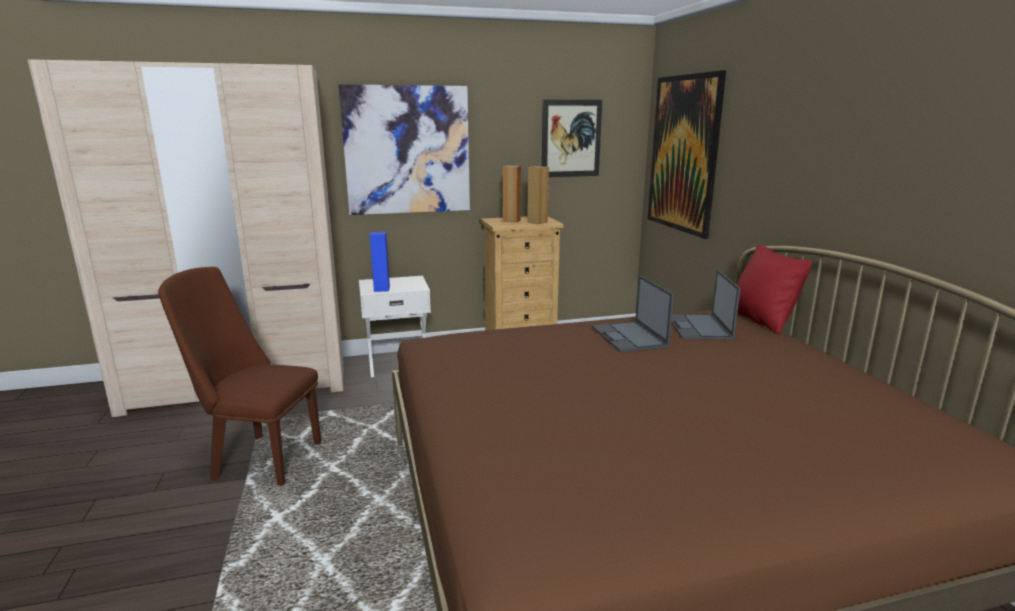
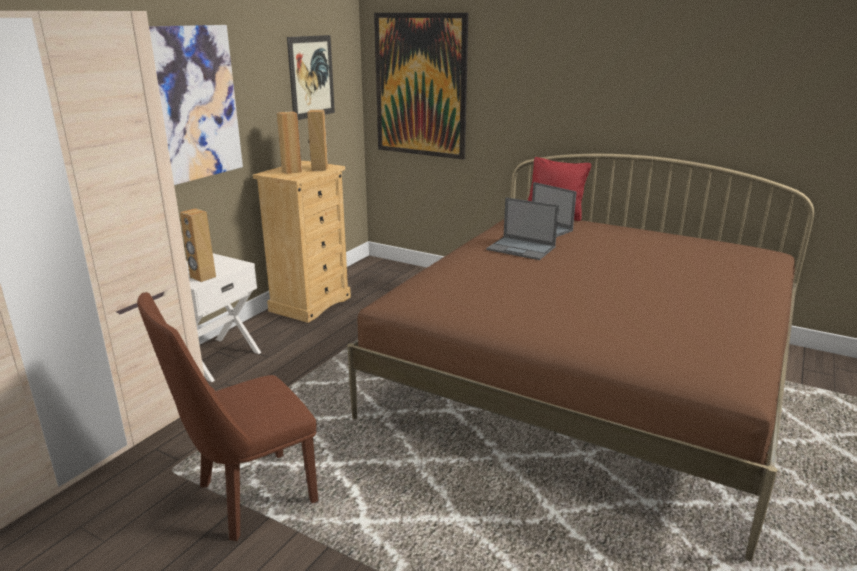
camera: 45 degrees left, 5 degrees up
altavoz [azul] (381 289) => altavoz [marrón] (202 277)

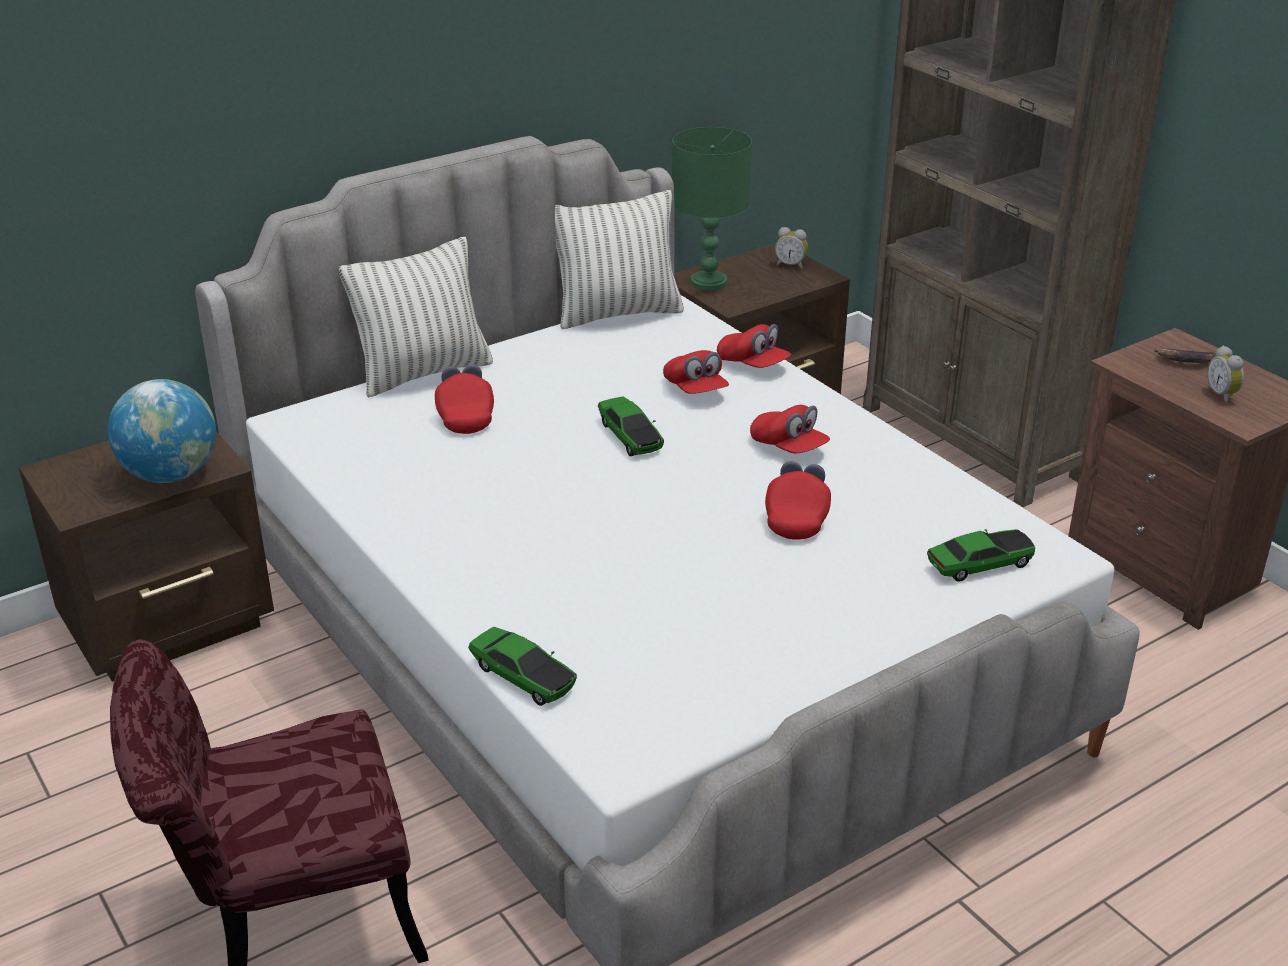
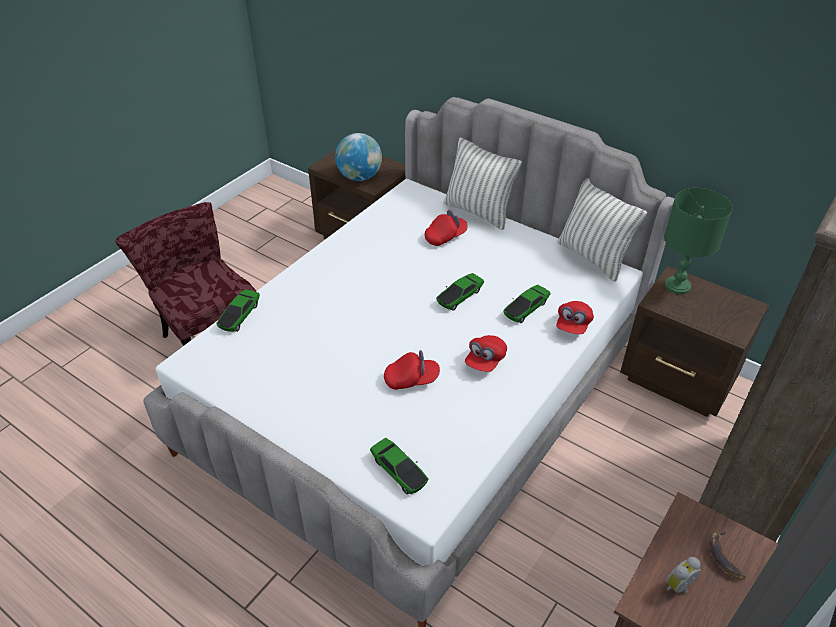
camera: 70 degrees right, 10 degrees up
despertador (791 265) => nothing
gorra [rojo] (695 389) => coche de juguete (526 309)

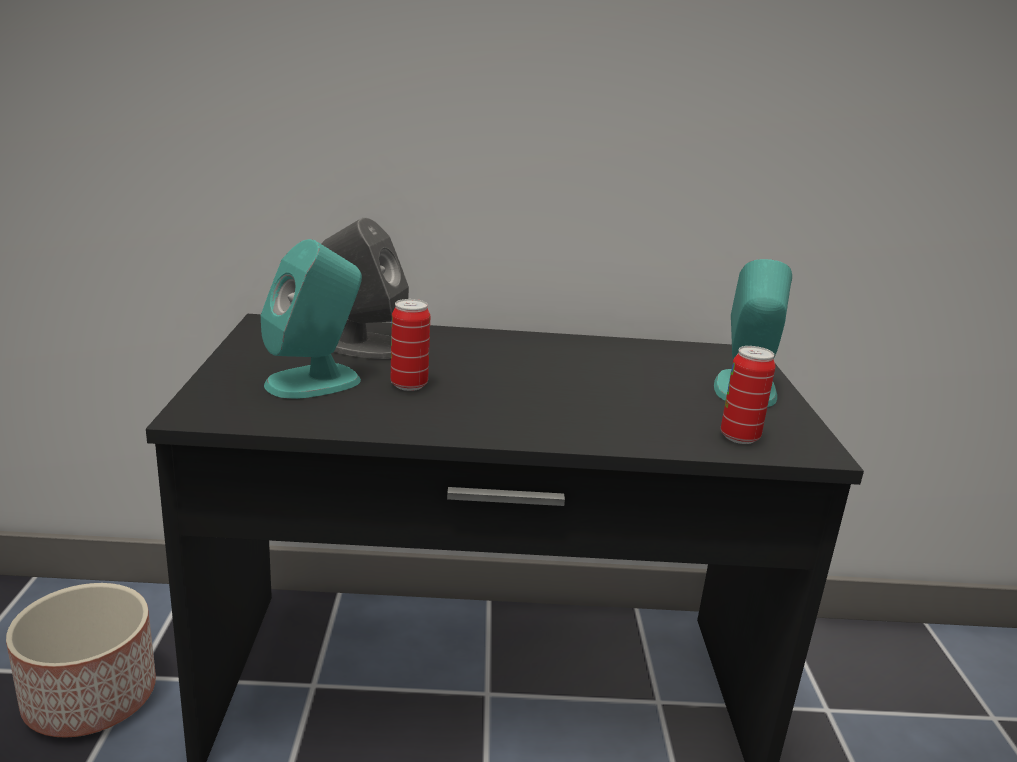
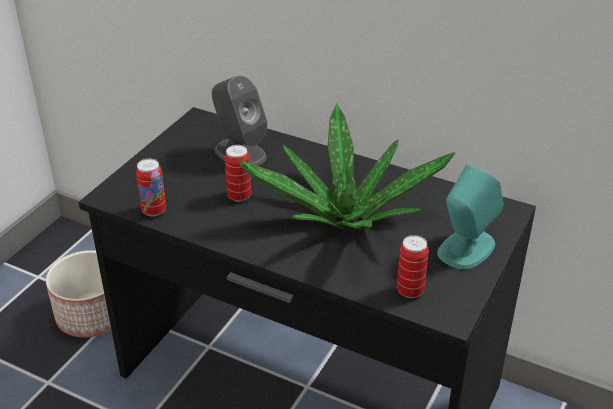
camera: 30 degrees right, 15 degrees up
altavoz [turquesa] (314 382) => nothing
nothing => planta en maceta (346 218)
nothing => lata (154 210)

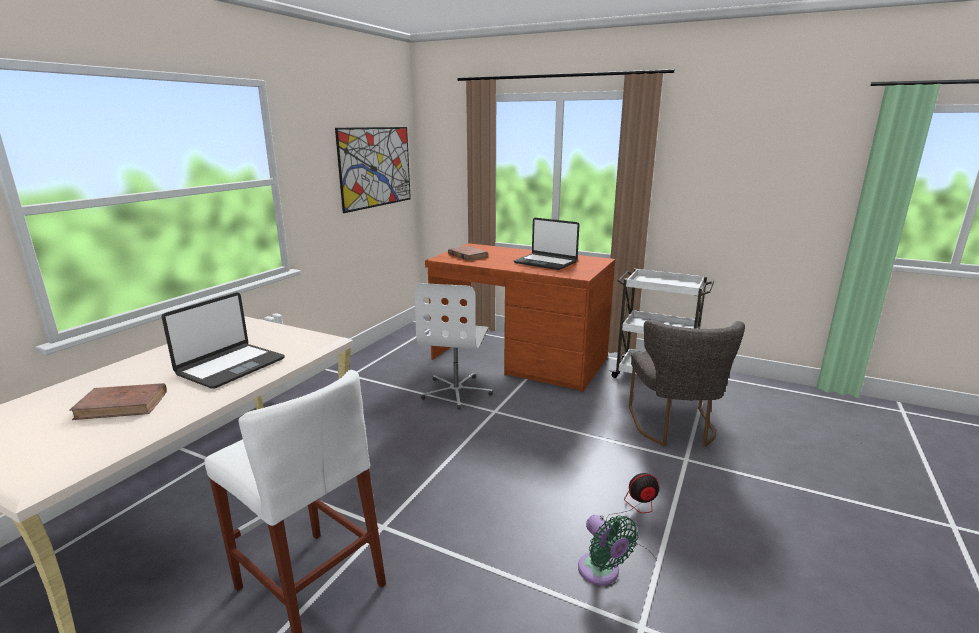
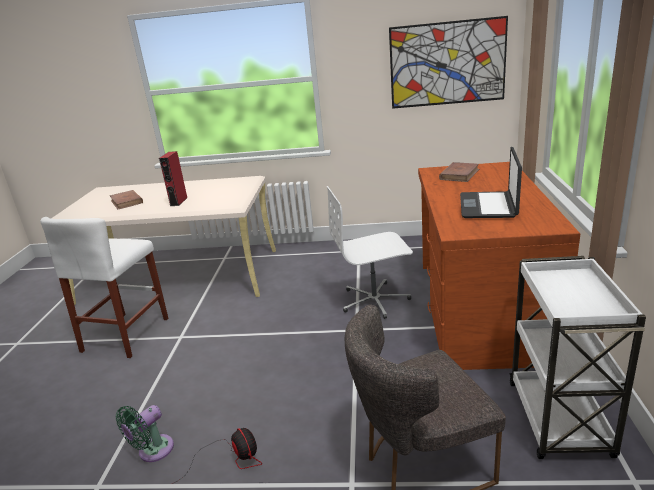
camera: 70 degrees right, 5 degrees up
portátil (230 366) => altavoz [rojo] (178 201)

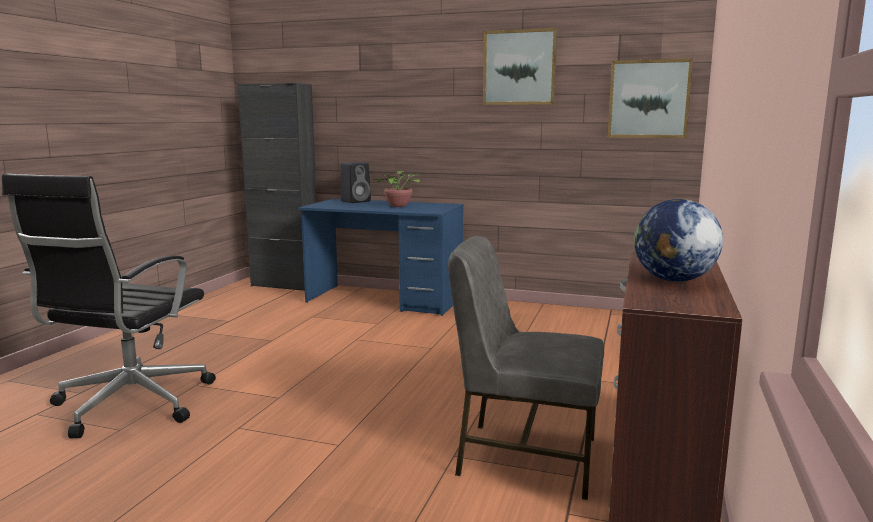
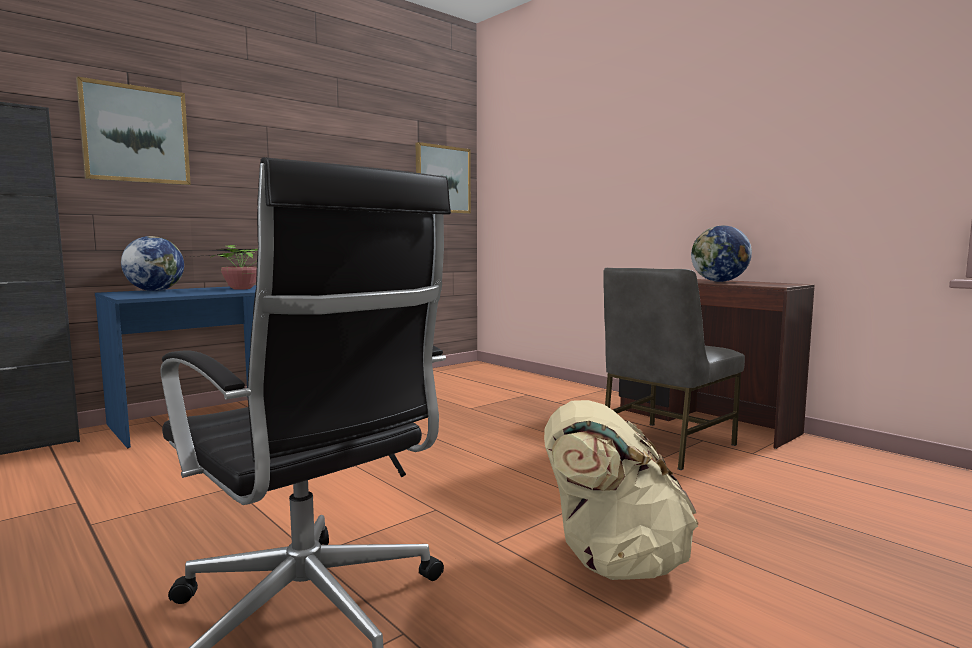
camera: 60 degrees left, 5 degrees down
cuadro (519 67) => cuadro (135 134), shifted
altavoz [negro] (356 201) => globo terráqueo (155 291)
nothing => mochila [beis] (612 562)

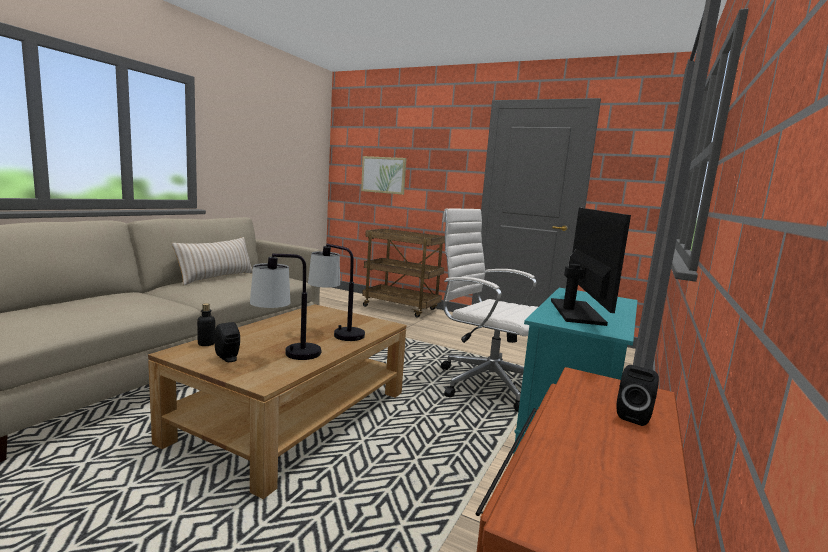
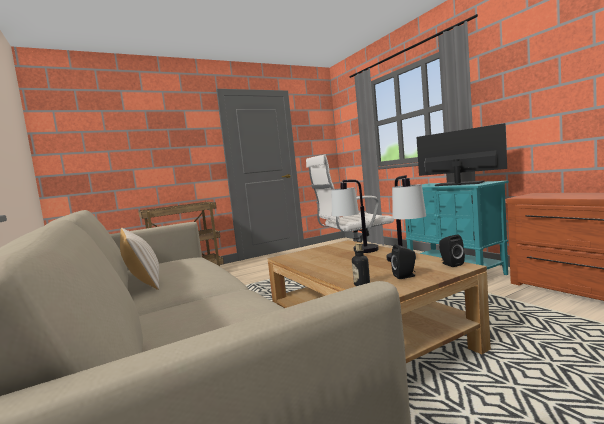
camera: 55 degrees left, 5 degrees down
cuadro (383 175) => nothing
altavoz [negro] (634 416) => altavoz [negro] (450 264), shifted

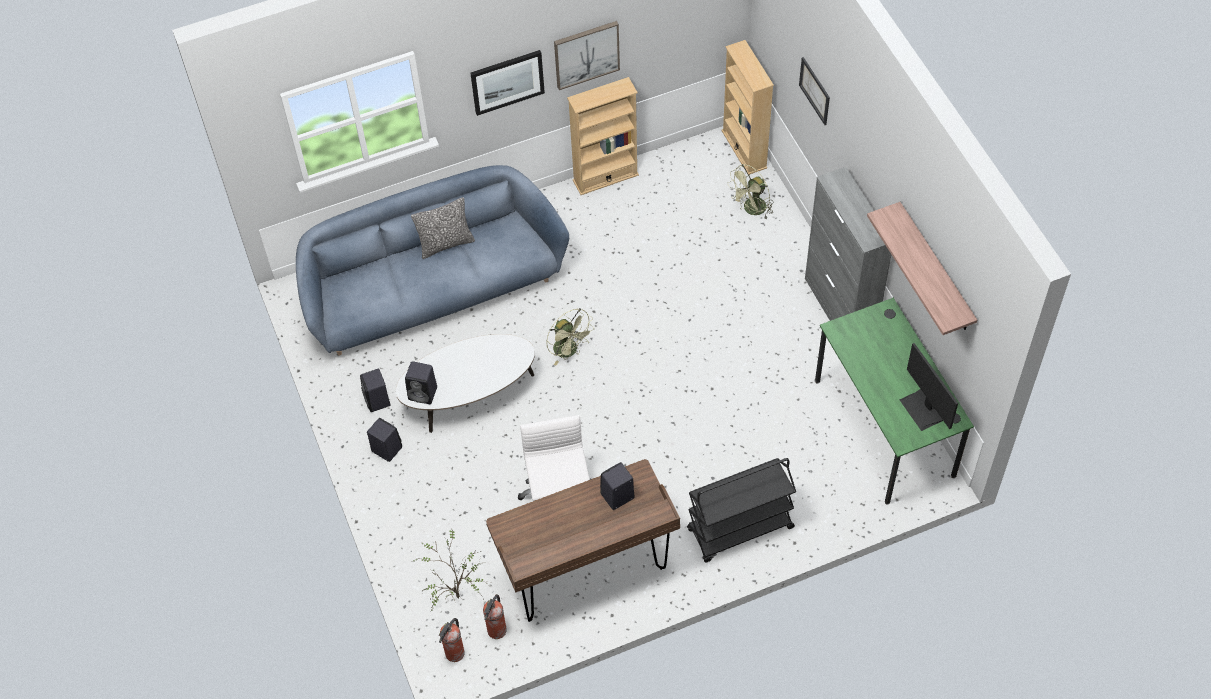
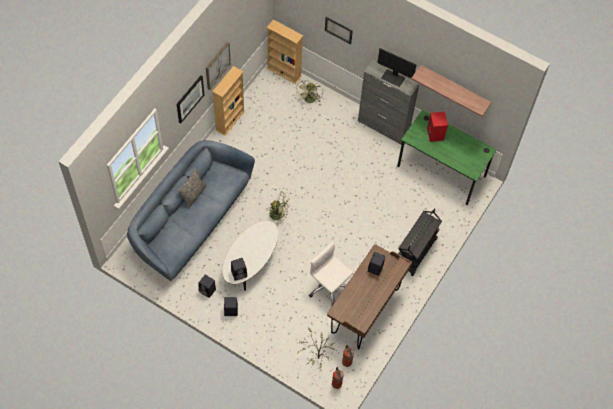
camera: 40 degrees left, 5 degrees up
monitor (922 410) => monitor (393 77), shifted
nothing => altavoz [rojo] (435 134)

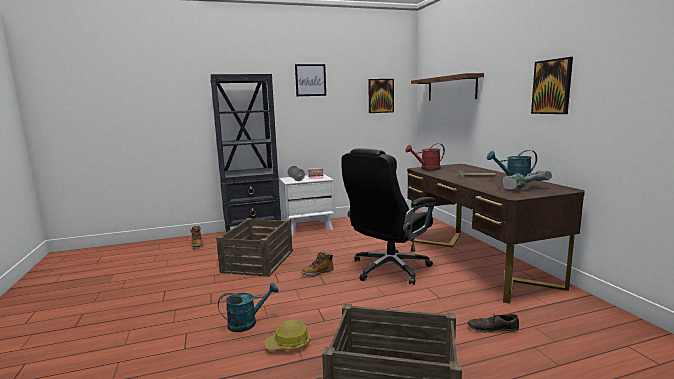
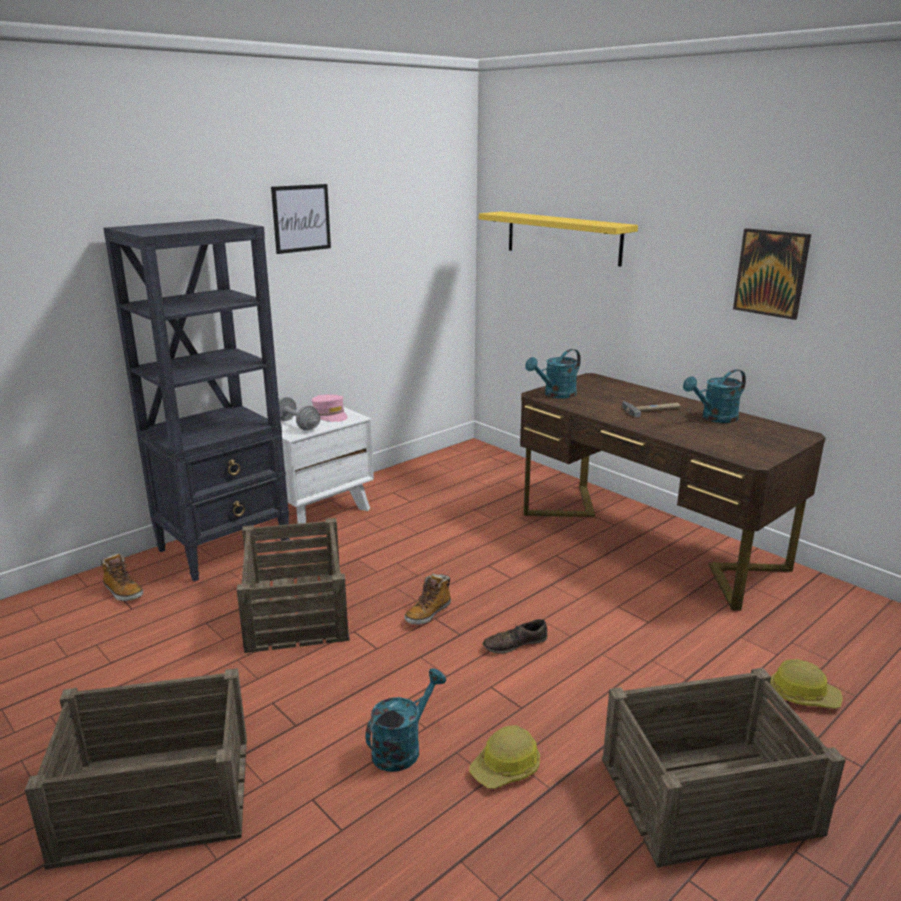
camera: 25 degrees left, 10 degrees up
estante [marrón] (451 88) => estante [amarillo] (563 237)
cuadro (380 96) => nothing
regadera [rojo] (427 169) => regadera [turquesa] (555 395)
silla de oficina [negro] (389 269) => nothing
taladro (523 188) => nothing
zapato [marrón] (492 328) => zapato [marrón] (514 644), shifted
nothing => casco (803 695)
nothing => caja de embalaje (155 796)

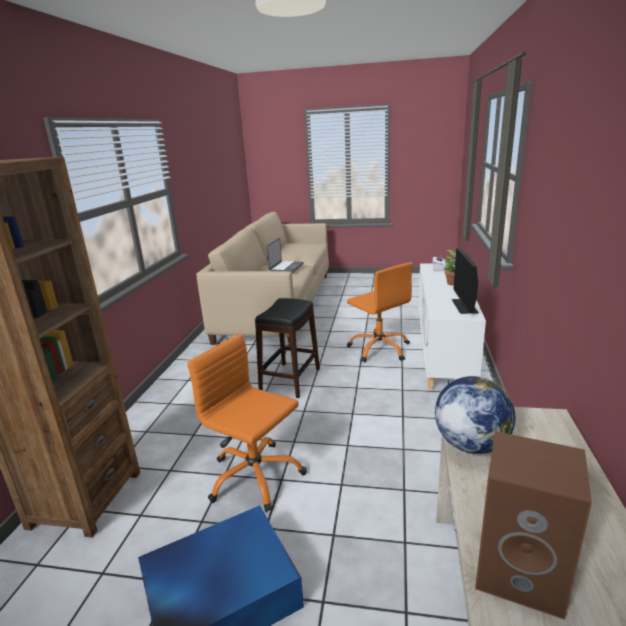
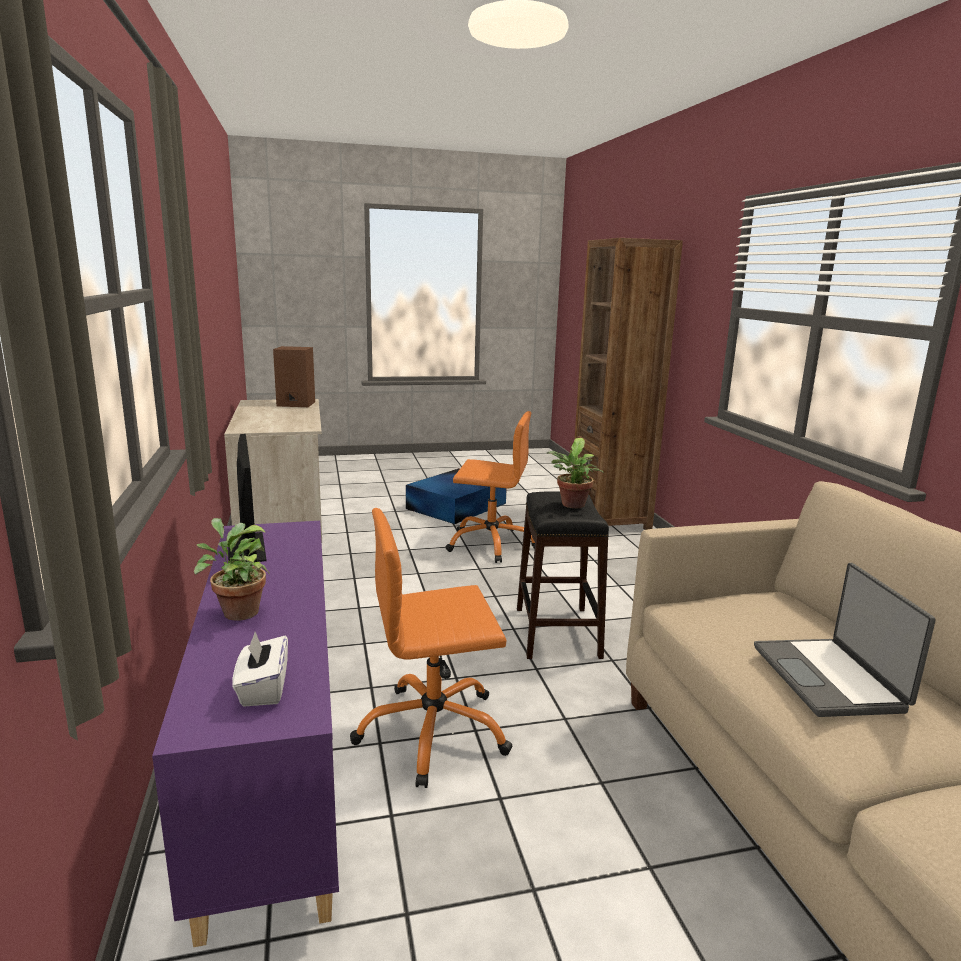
camera: 155 degrees right, 5 degrees down
silla de oficina [naranja] (379 349) => silla de oficina [naranja] (433 732), 45 degrees counterclockwise
armario [blanco] (443 350) => armario [morado] (274 755)
globo terráqueo (470 444) => nothing
nothing => planta en maceta (572 505)

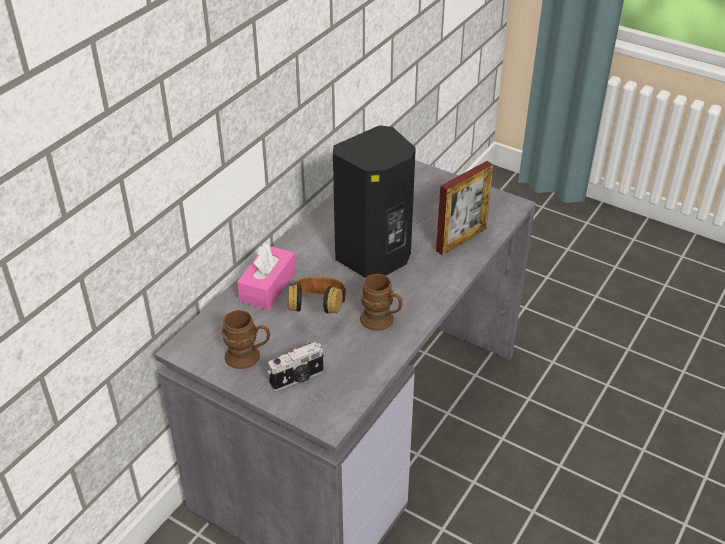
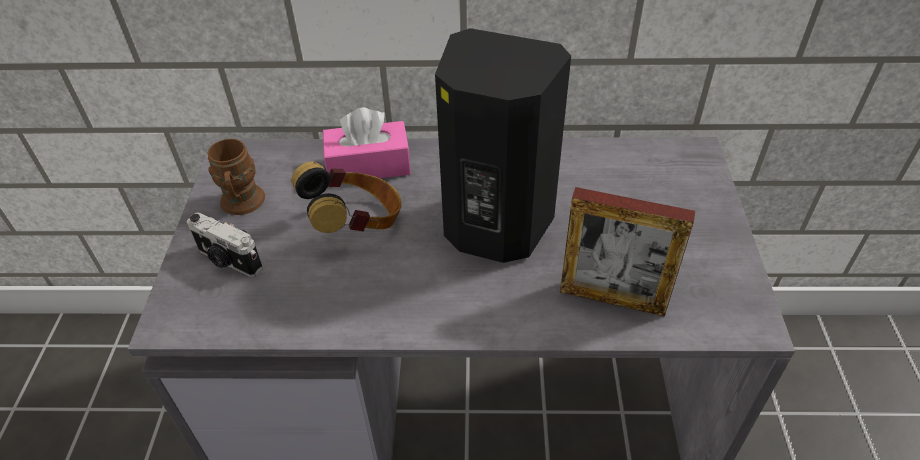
camera: 60 degrees right, 5 degrees up
taza grande [marrón] (382 322) => nothing

